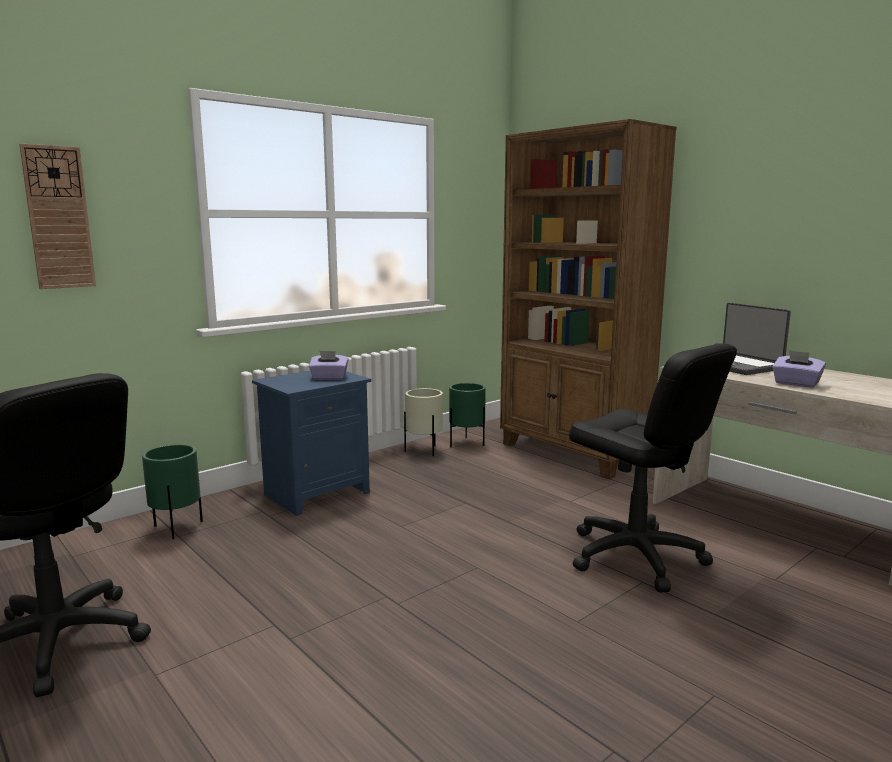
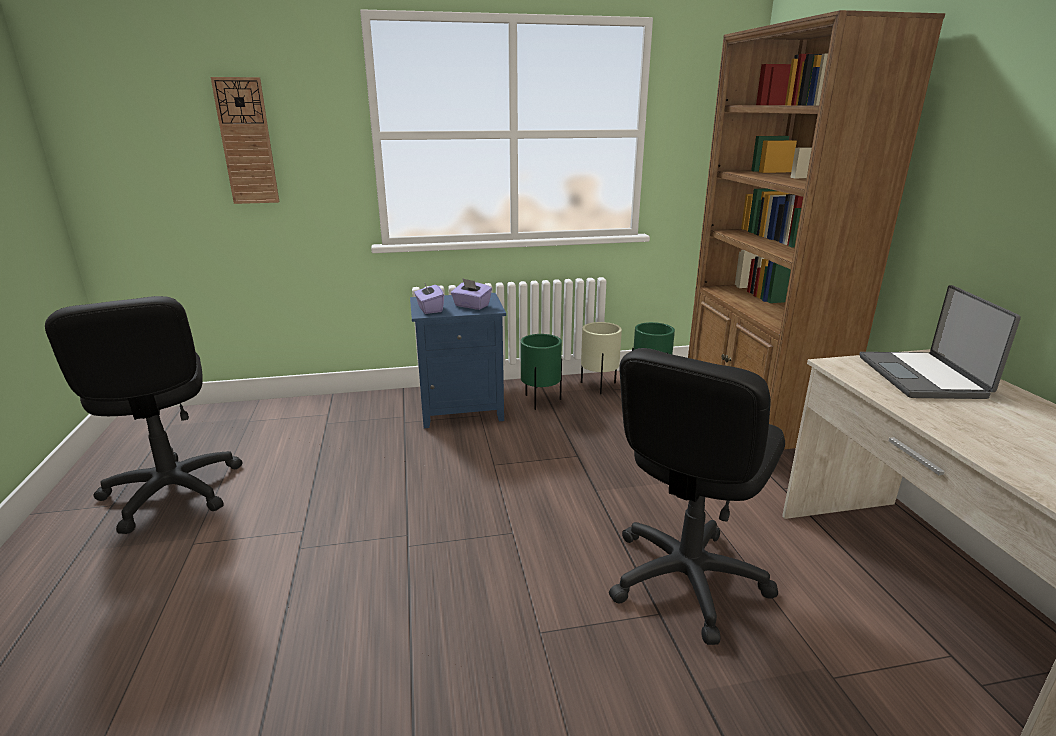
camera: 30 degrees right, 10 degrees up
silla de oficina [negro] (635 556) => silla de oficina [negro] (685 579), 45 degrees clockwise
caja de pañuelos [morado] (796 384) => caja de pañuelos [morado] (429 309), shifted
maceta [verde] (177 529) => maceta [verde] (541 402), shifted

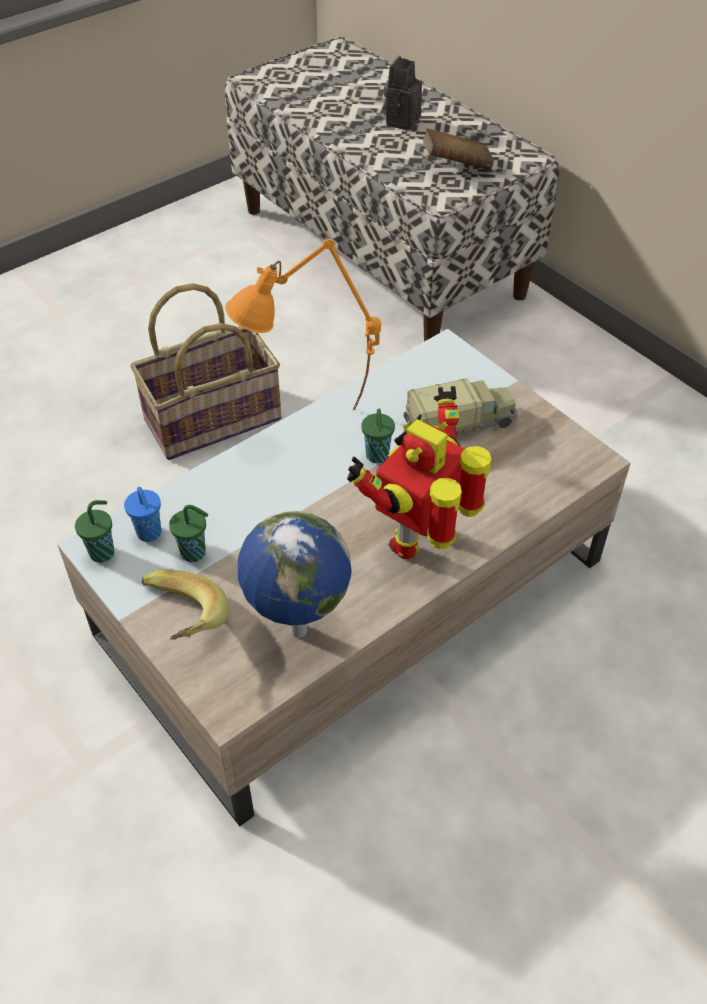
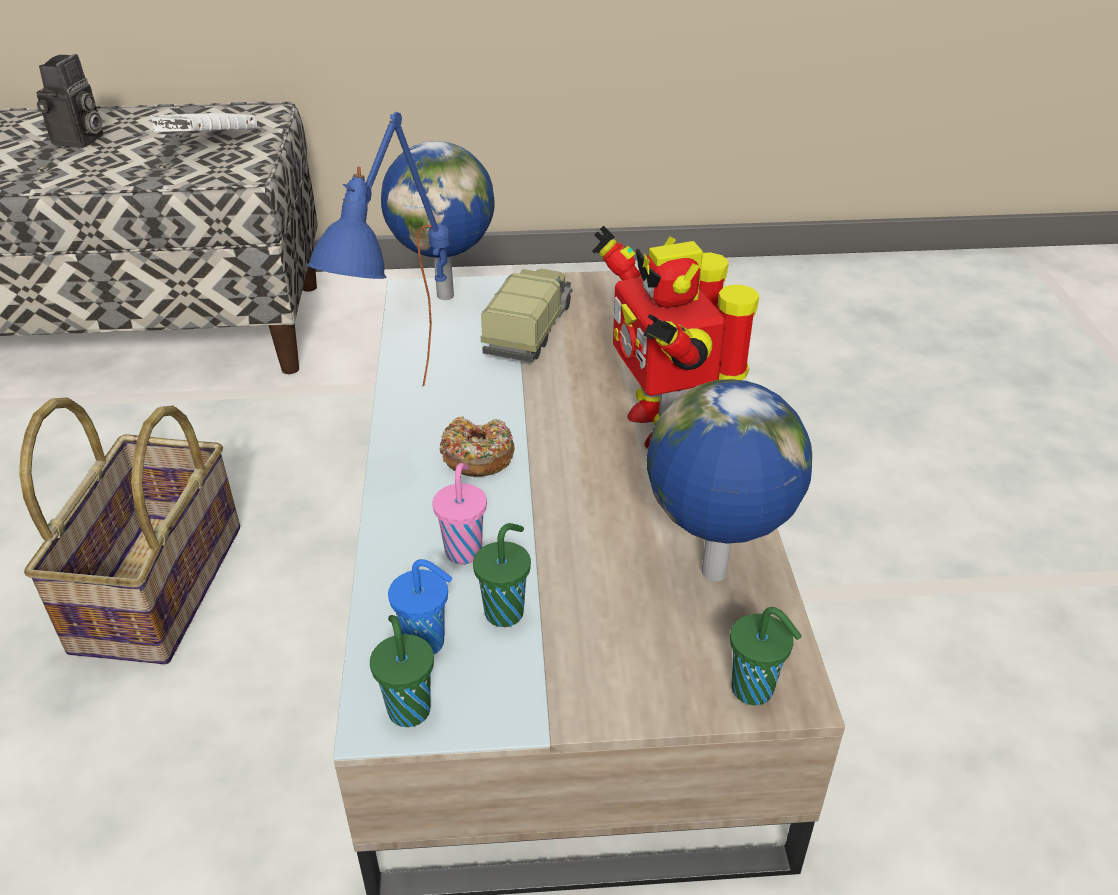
camera: 55 degrees left, 10 degrees down
cámara (401 120) => cámara (79 140), 135 degrees counterclockwise
libro [marrón] (456 166) => libro [blanco] (209 145)
lámpara de mesa [naranja] (310 428) => lámpara de mesa [azul] (412 428)
taza [verde] (377 457) => taza [verde] (755 690), shifted
plátano (179 623) => nothing
nothing => globo terráqueo (446 294)
nothing => rosquilla (477 456)
nothing => taza [rosa] (464 550)

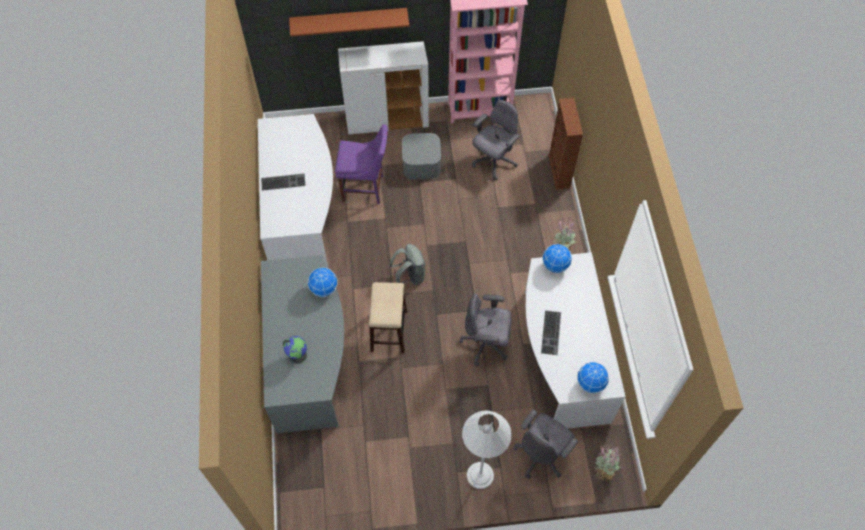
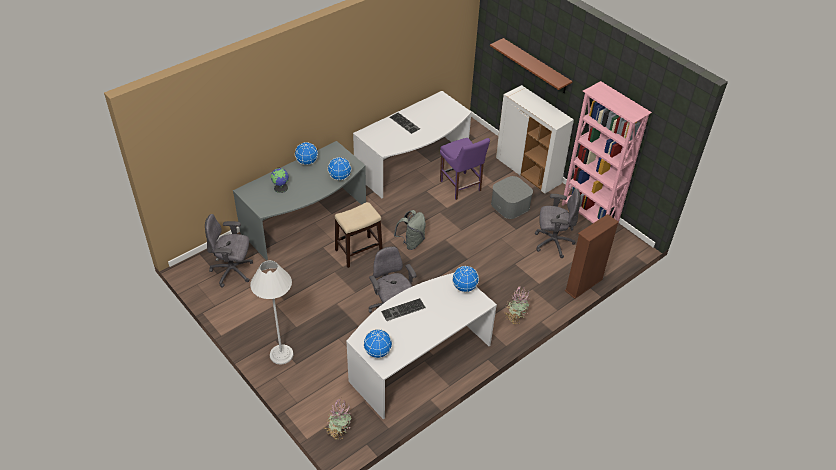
camera: 55 degrees right, 15 degrees down
silla de oficina [gris] (541 455) => silla de oficina [gris] (233 272), shifted
nothing => globo terráqueo (307 162)

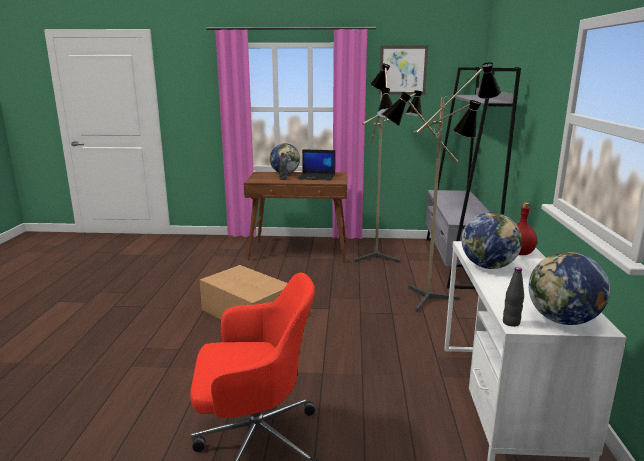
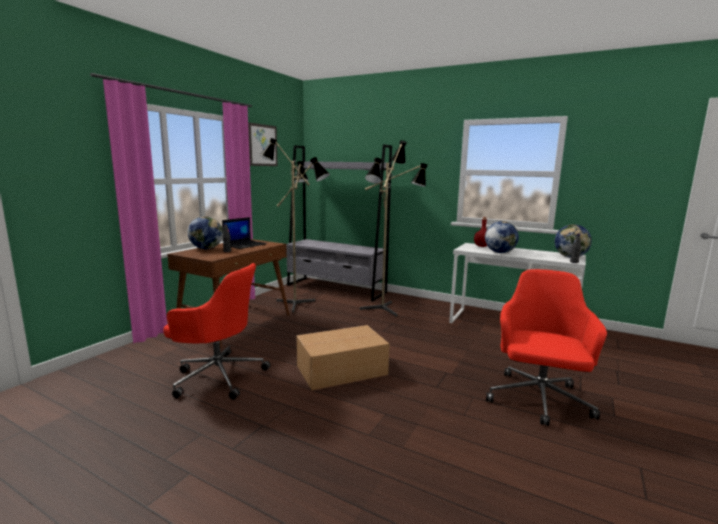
camera: 65 degrees left, 5 degrees down
nothing => silla de oficina [rojo] (218 376)

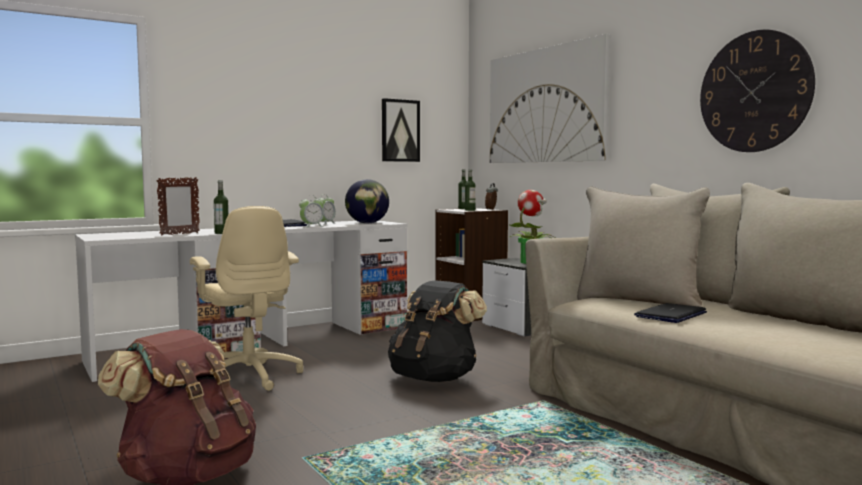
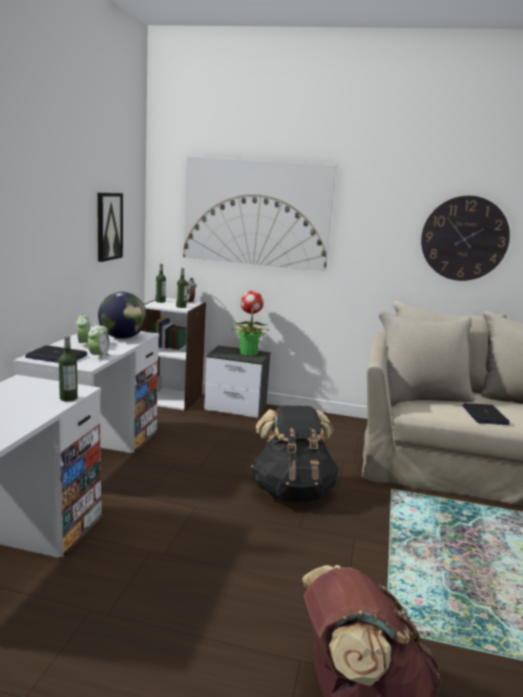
camera: 45 degrees left, 10 degrees up
portarretratos (179 234) => nothing
silla de oficina [beis] (249 376) => nothing

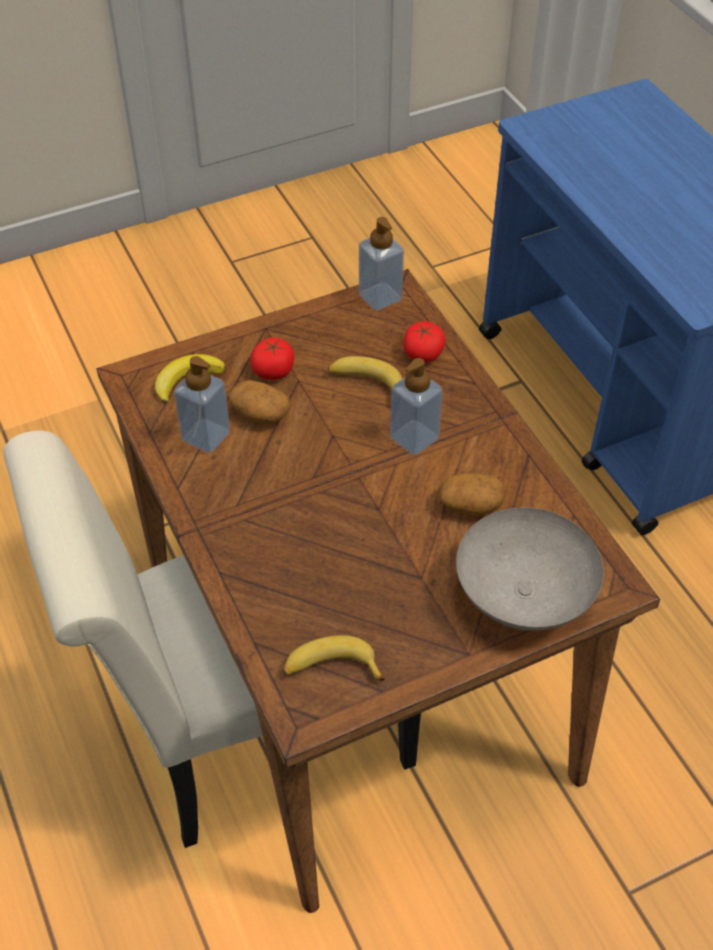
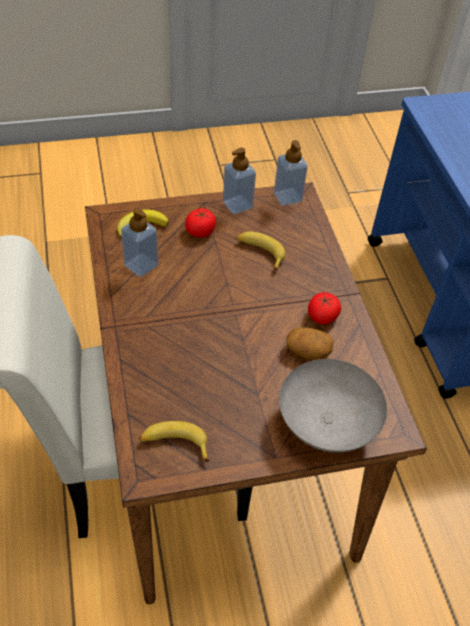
camera: 10 degrees right, 0 degrees up
tomate (423 353) => tomate (322 316), shifted
dispensador de jabón (414 438) => dispensador de jabón (237 205), shifted
patata (259 413) => nothing

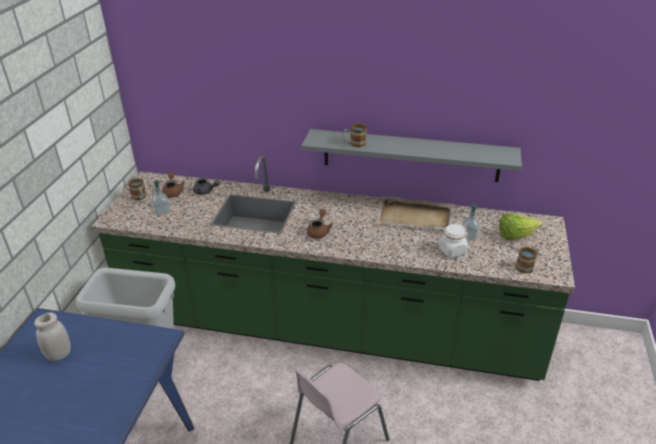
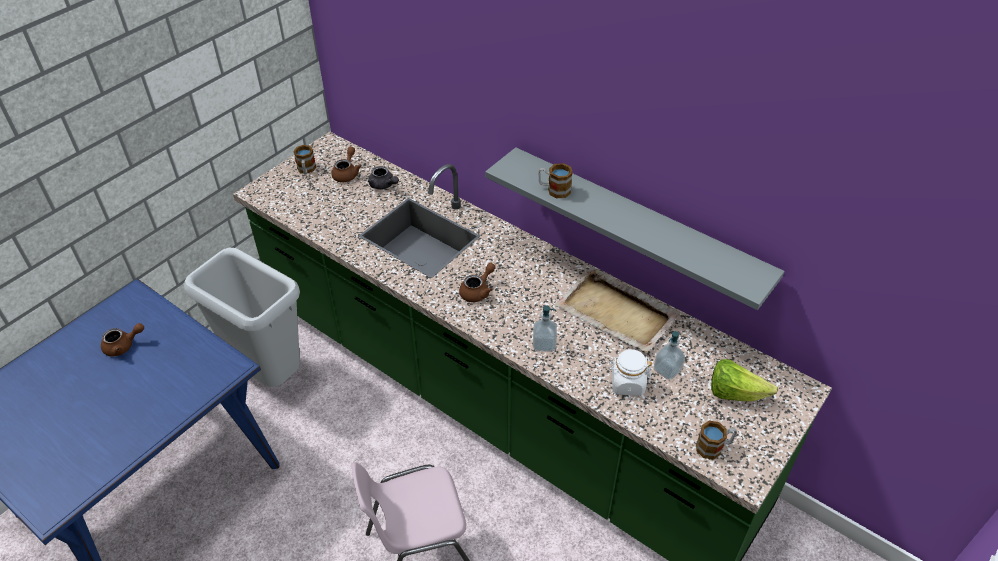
camera: 25 degrees right, 10 degrees up
dispensador de jabón (162 211) => dispensador de jabón (544 344), shifted
tarro [blanco] (59 355) => tetera [marrón] (123 346)

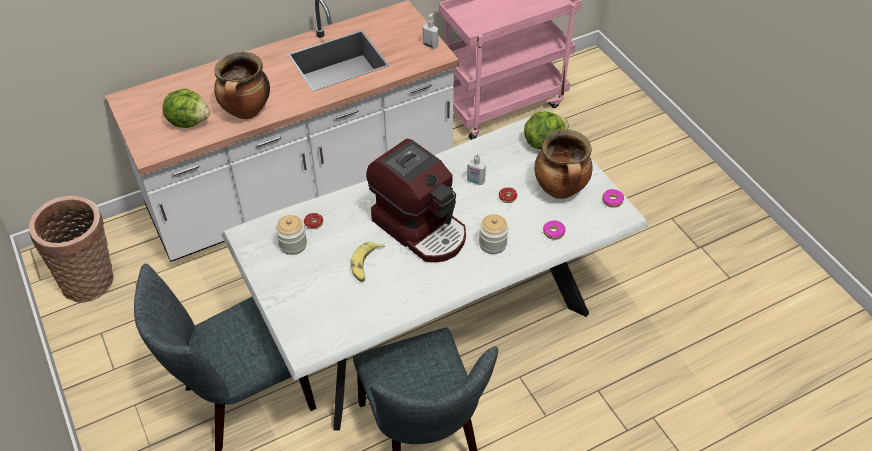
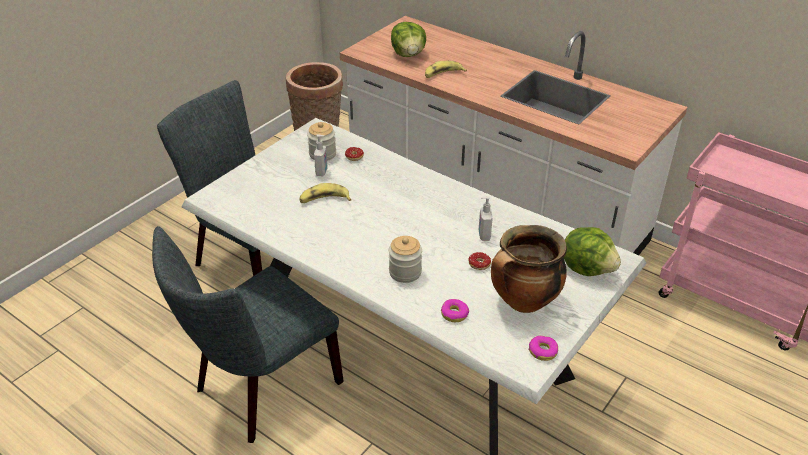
camera: 65 degrees right, 10 degrees down
dispensador de jabón (430 45) => dispensador de jabón (322 172), shifted
olla (247 112) => plátano (443 74)
cafetera (421 227) => nothing

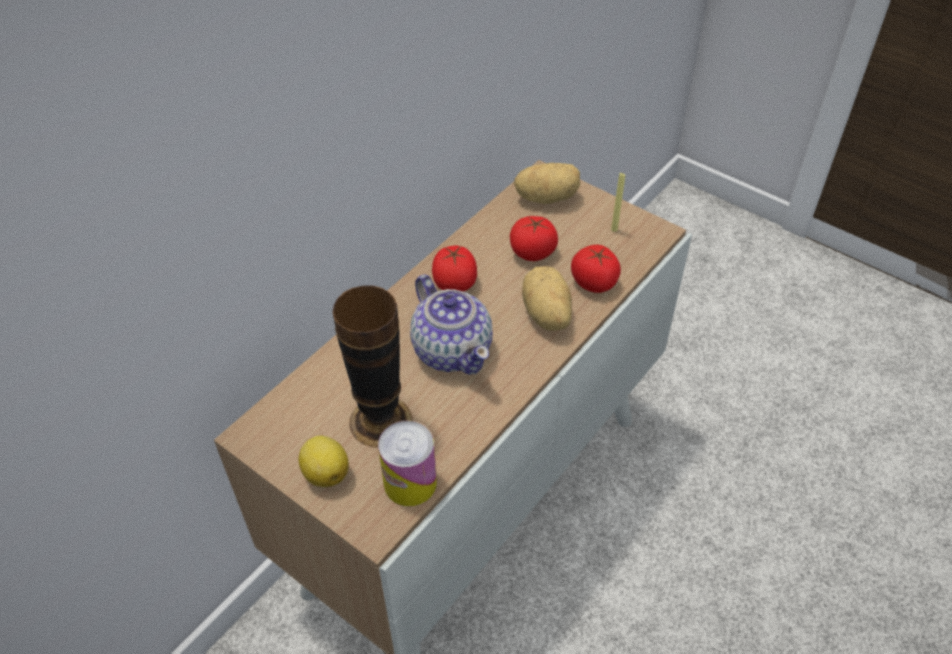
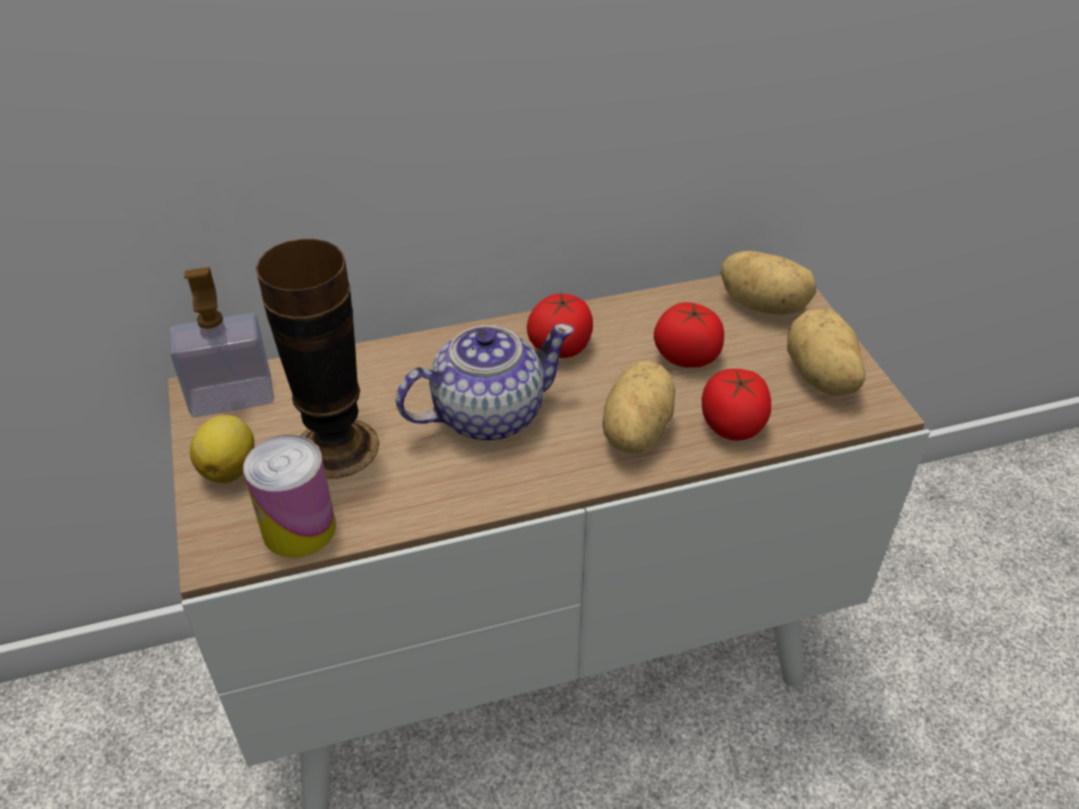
camera: 35 degrees right, 5 degrees down
vela [amarillo] (614 229) => patata (819 377)
tetera (452 350) => tetera (487 414), 120 degrees counterclockwise
nothing => dispensador de jabón (231 397)

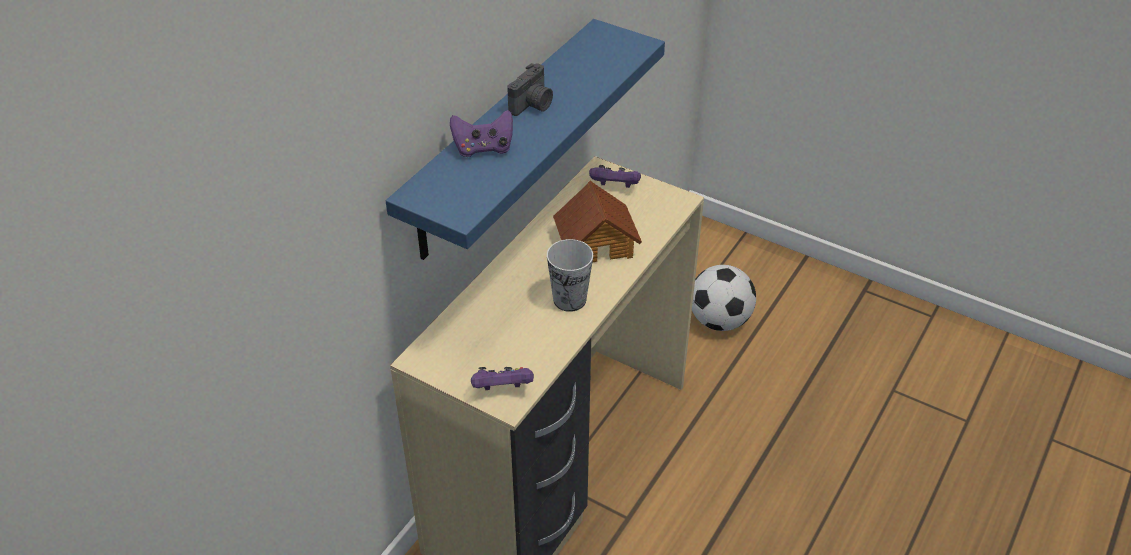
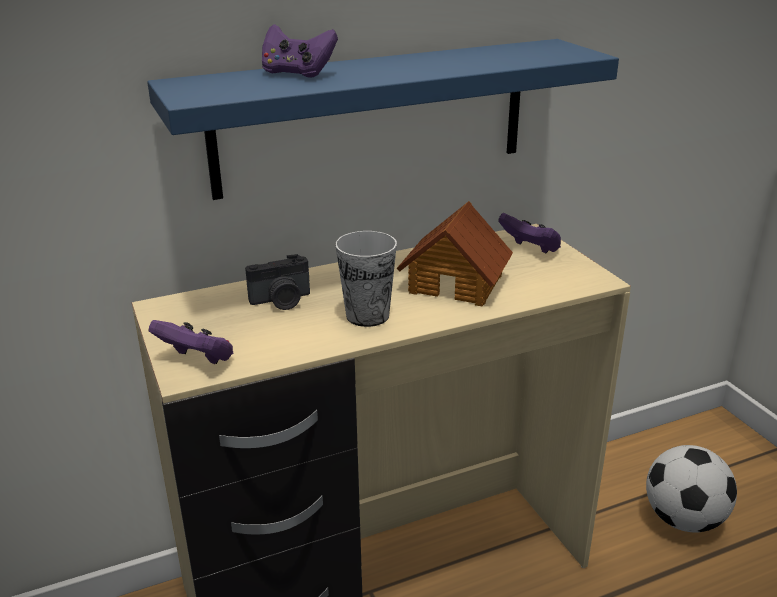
camera: 35 degrees right, 15 degrees down
cámara (533 105) => cámara (282 301), shifted

